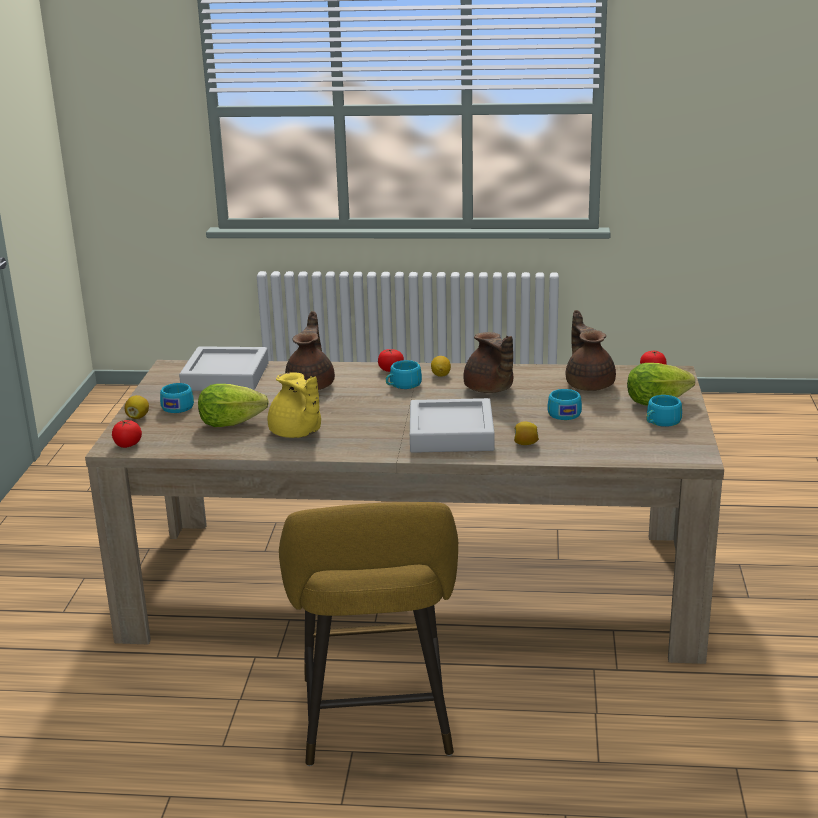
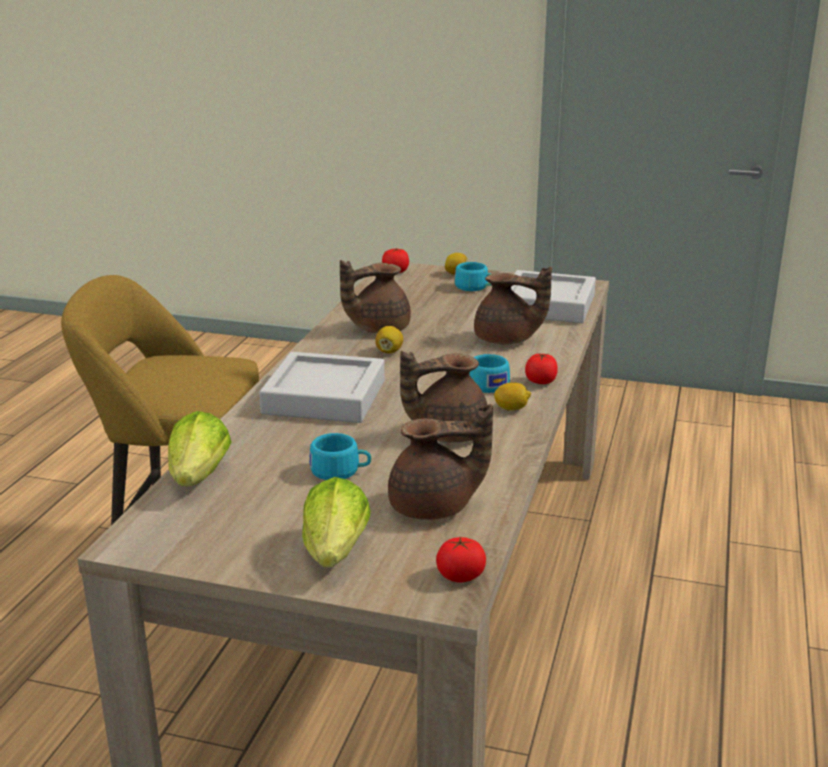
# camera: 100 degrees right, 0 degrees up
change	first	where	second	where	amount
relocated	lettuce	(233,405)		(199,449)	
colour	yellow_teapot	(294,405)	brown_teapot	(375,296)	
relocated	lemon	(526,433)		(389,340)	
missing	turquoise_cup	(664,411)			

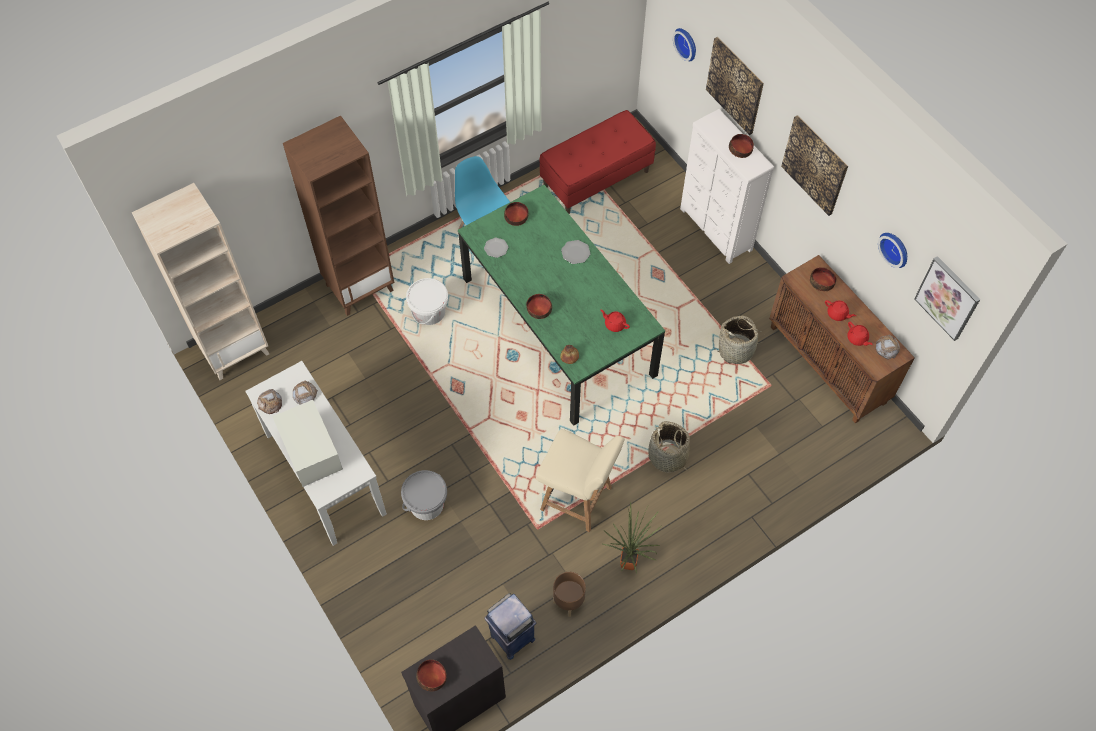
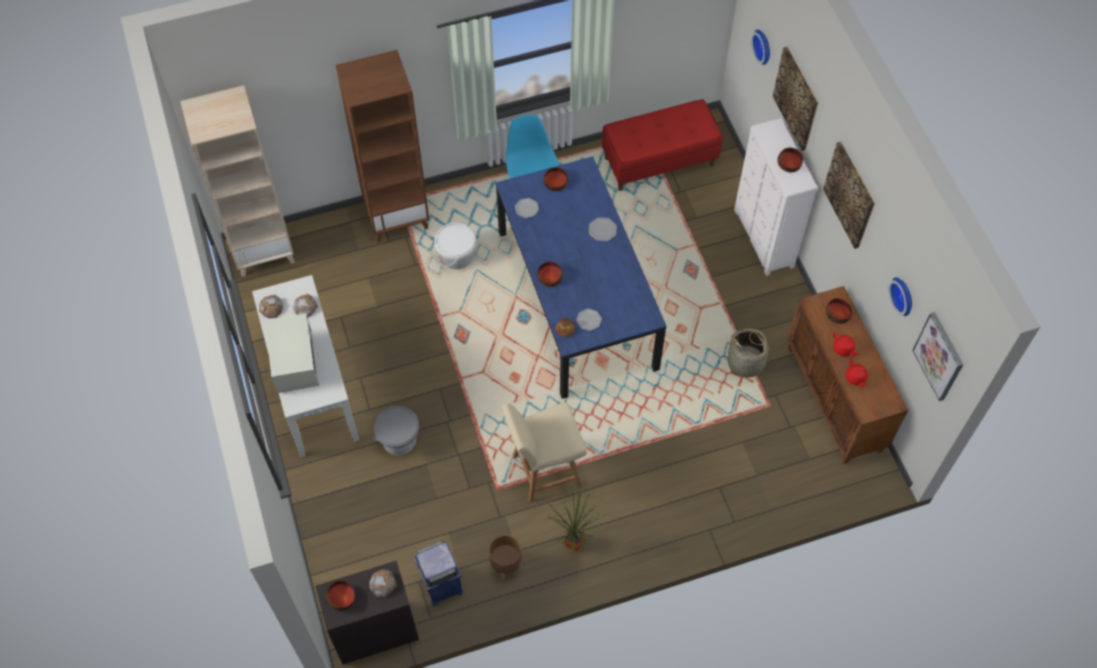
# camera: 15 degrees right, 0 degrees up
change	first	where	second	where	amount
colour	green_dining_table	(561,305)	blue_dining_table	(581,277)	
spun	beige_chair	(580,480)		(544,452)	120 degrees clockwise
missing	red_teapot	(615,321)			
missing	basket	(669,447)			
relocated	bread	(888,347)		(383,583)	
appeared			plate	(589,320)	

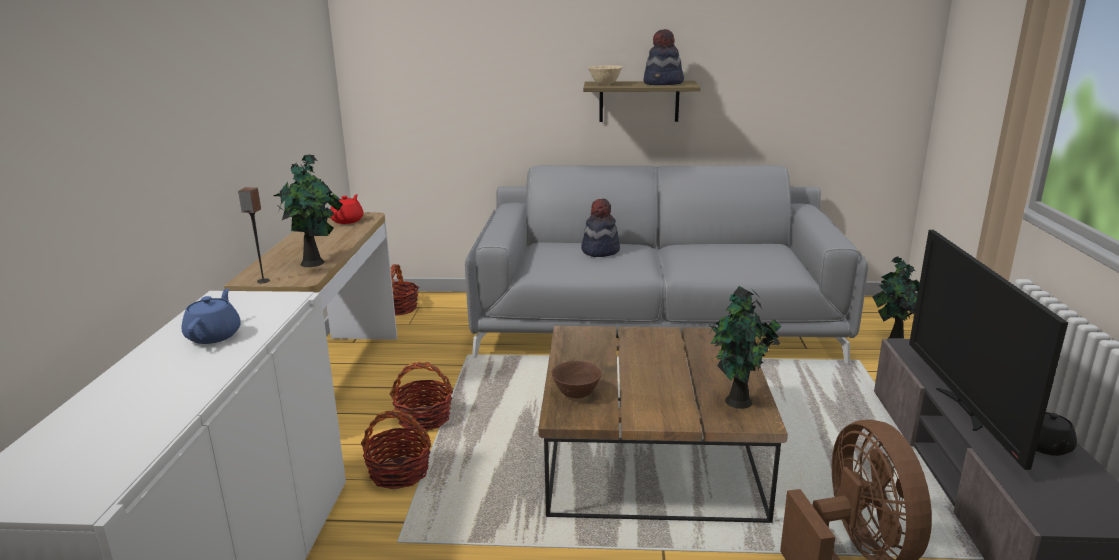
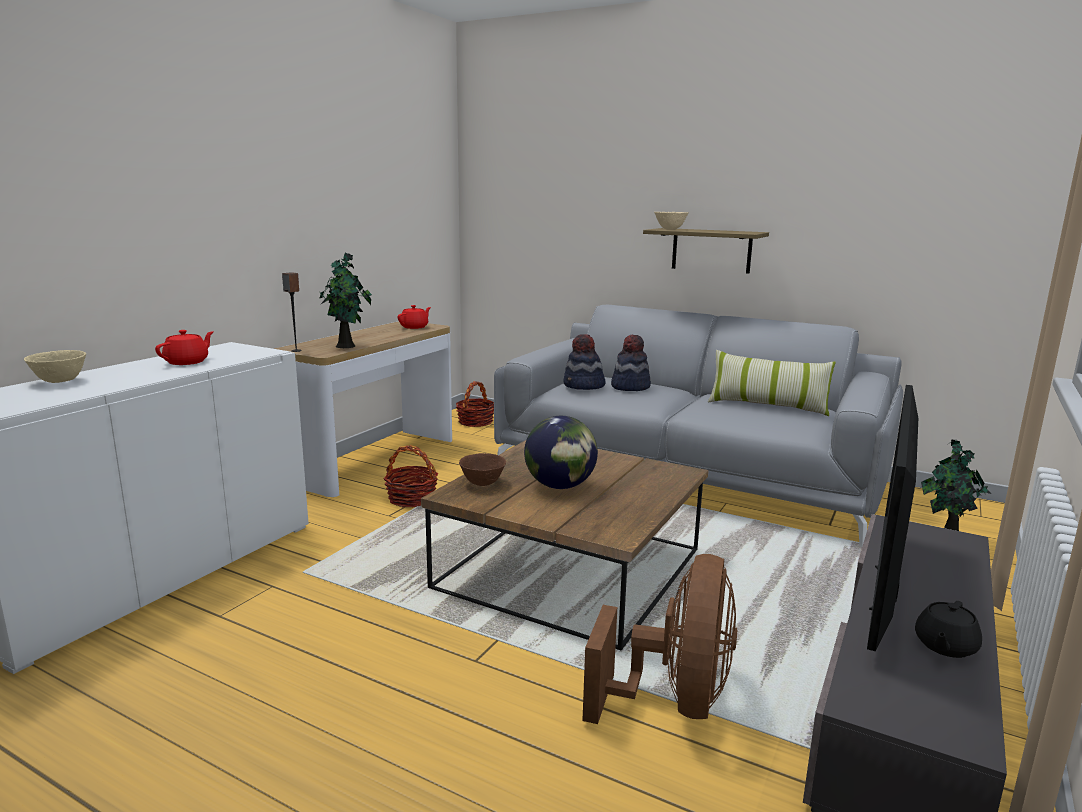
# camera: 25 degrees right, 5 degrees down
change	first	where	second	where	amount
colour	blue_teapot	(211,316)	red_teapot	(184,347)	
missing	basket	(396,449)			
relocated	hat	(663,57)		(584,362)	
missing	potted_plant	(745,347)			
appeared			beige_bowl	(55,366)	
appeared			globe	(561,452)	
appeared			pillow	(772,383)	

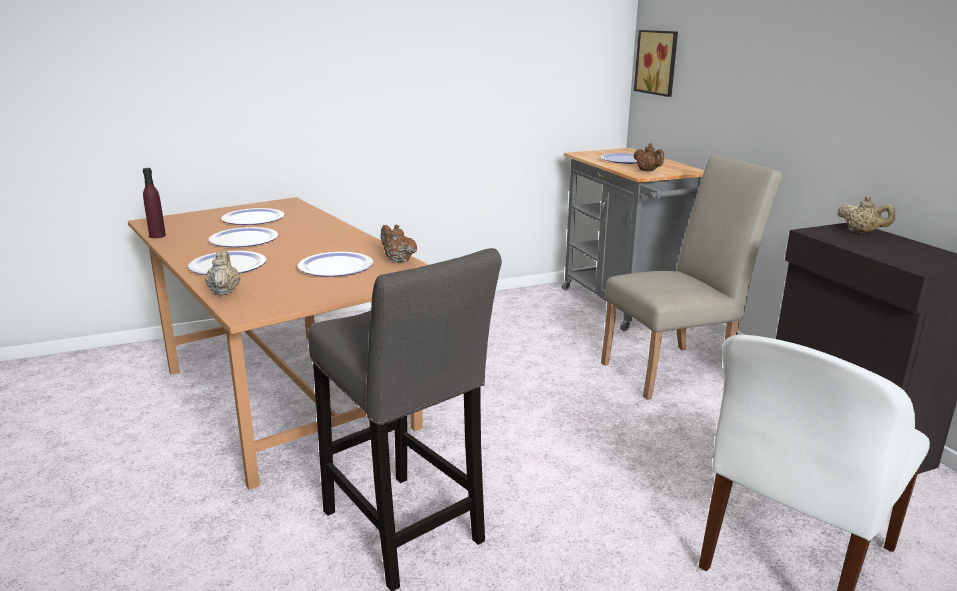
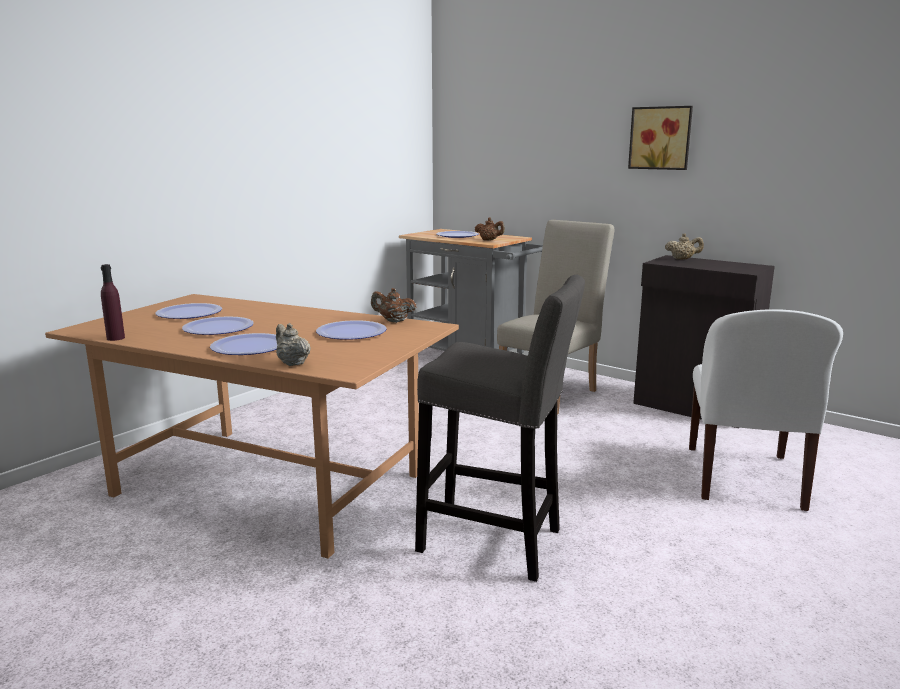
# camera: 30 degrees left, 5 degrees down
change	first	where	second	where	amount
relocated	picture	(656,63)		(660,138)	

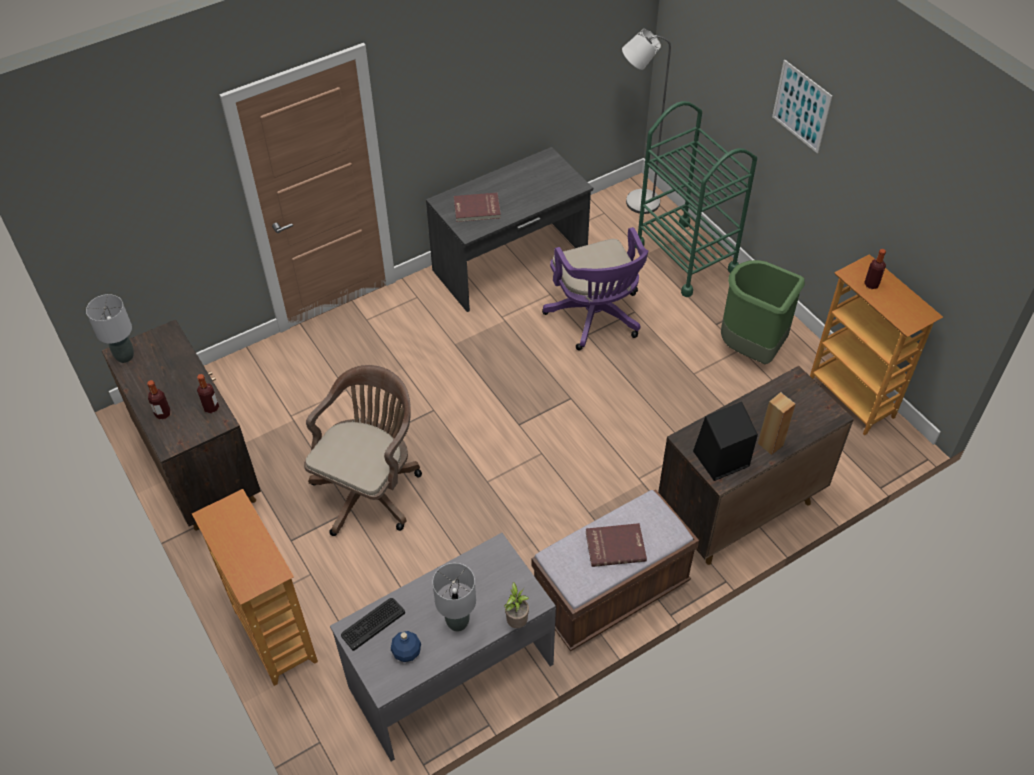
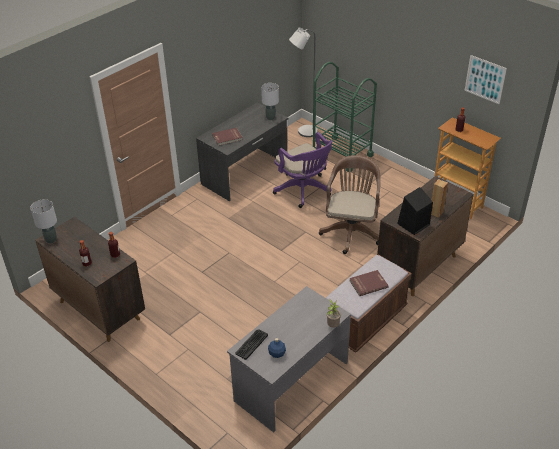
# camera: 15 degrees left, 10 degrees down
change	first	where	second	where	amount
missing	bookcase	(255,587)			
relocated	brown_office_chair	(363,450)		(350,204)	
relocated	grey_table_lamp	(454,597)		(270,101)	
missing	green_trash_can	(763,312)			
relocated	picture	(802,106)		(485,79)	

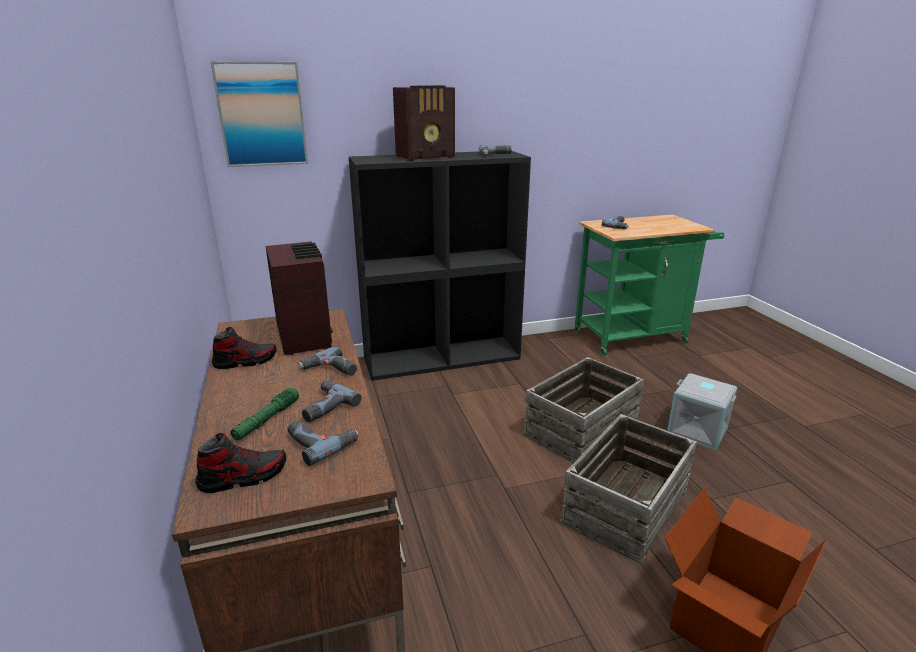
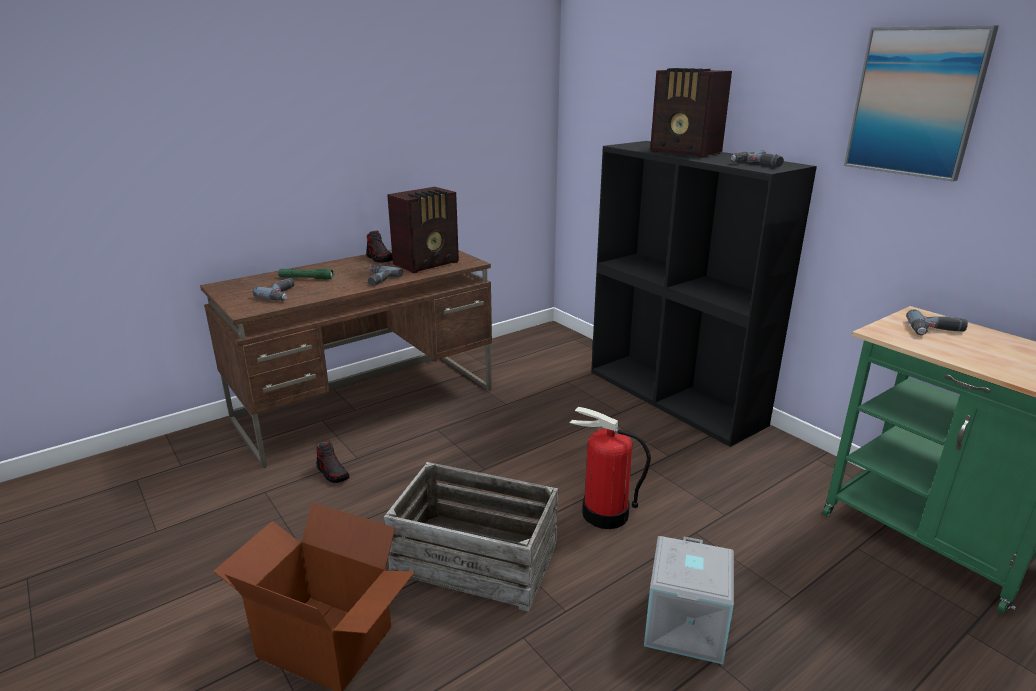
# camera: 70 degrees right, 0 degrees up
change	first	where	second	where	amount
relocated	shoe	(240,463)		(333,462)	
relocated	picture	(259,114)		(921,103)	
missing	power_drill	(332,401)			
exchanged	crate	(583,410)	fire_extinguisher	(610,468)	

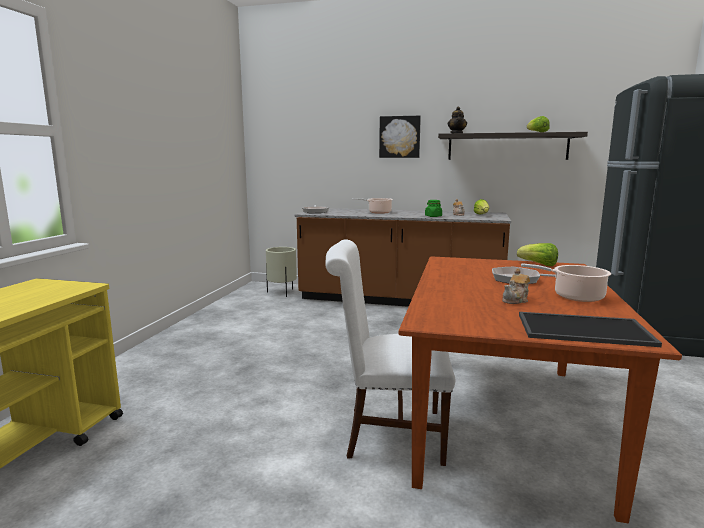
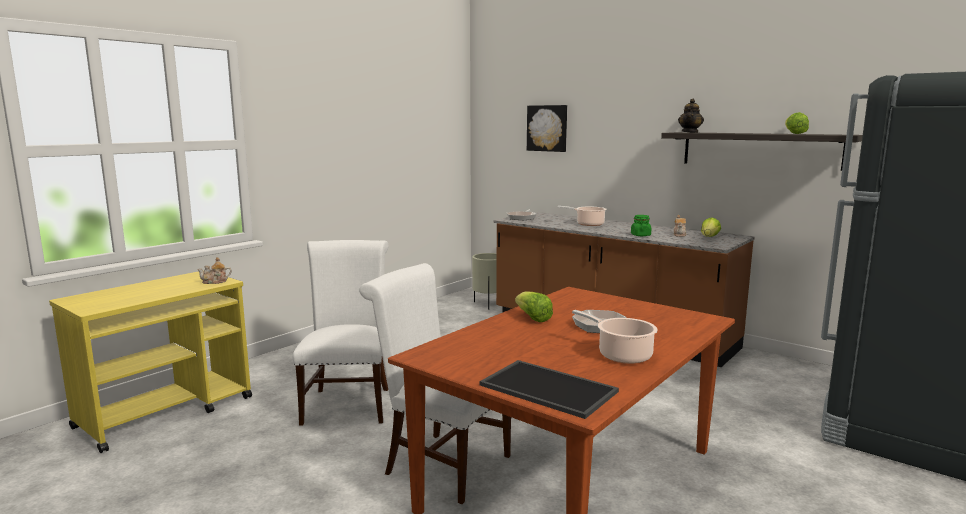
# camera: 25 degrees right, 0 degrees up
change	first	where	second	where	amount
relocated	picture	(400,137)		(547,128)	
relocated	teapot	(516,286)		(214,270)	
relocated	lettuce	(537,254)		(534,306)	
appeared			white_chair	(341,333)	

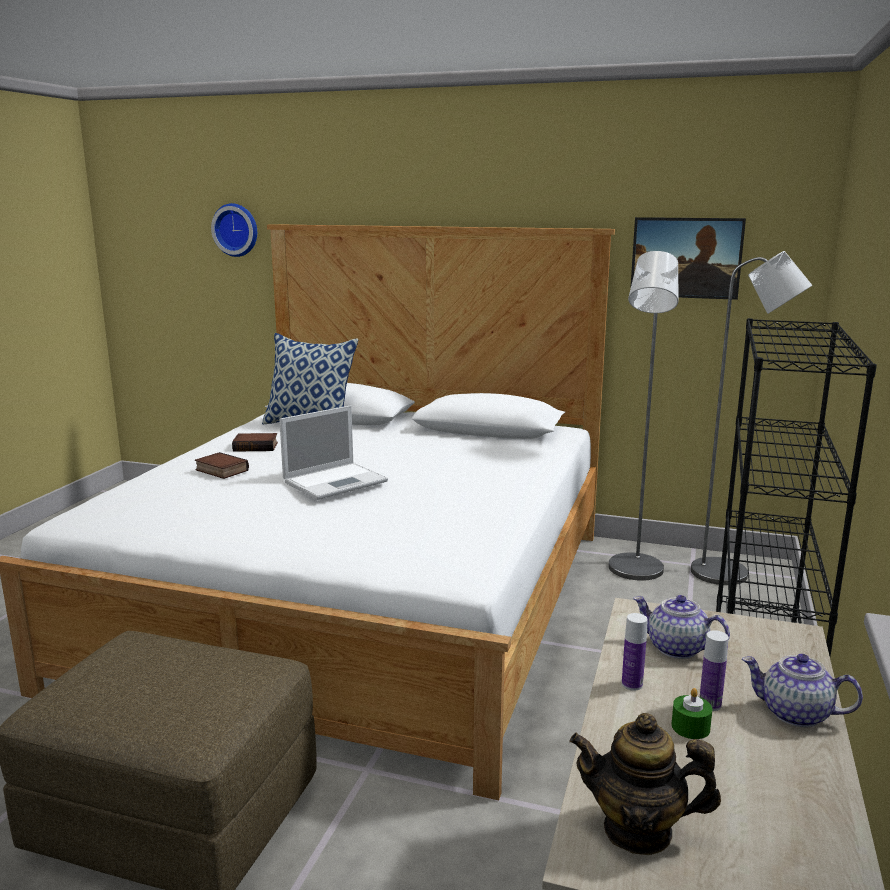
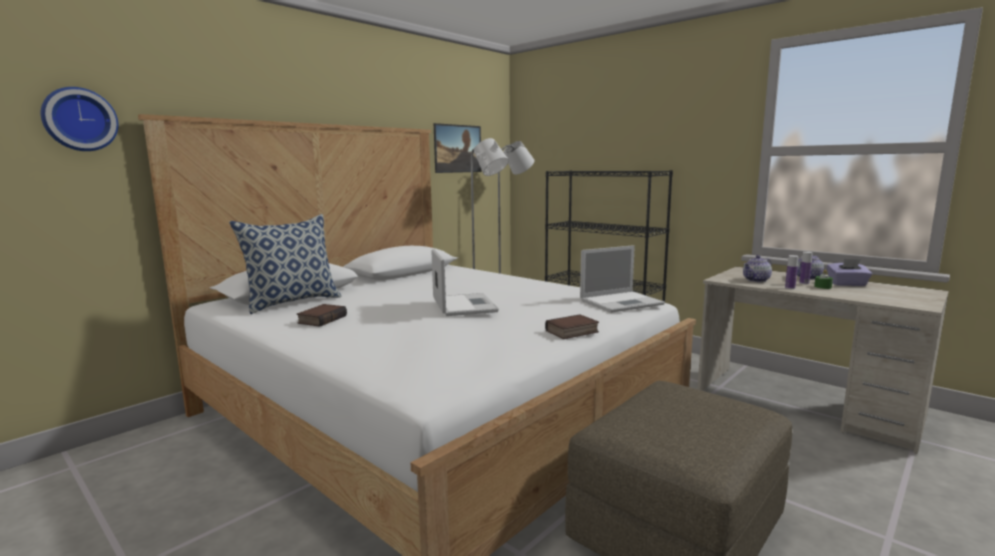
# camera: 65 degrees left, 5 degrees down
change	first	where	second	where	amount
relocated	book	(222,465)		(572,326)	
missing	teapot	(645,784)			
appeared			laptop	(622,279)	
appeared			purple_tissue_box	(849,272)	

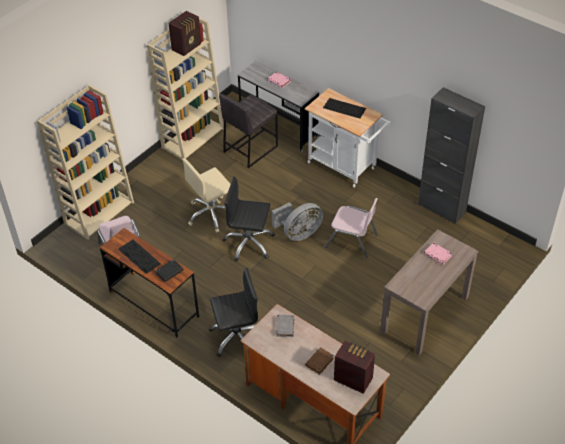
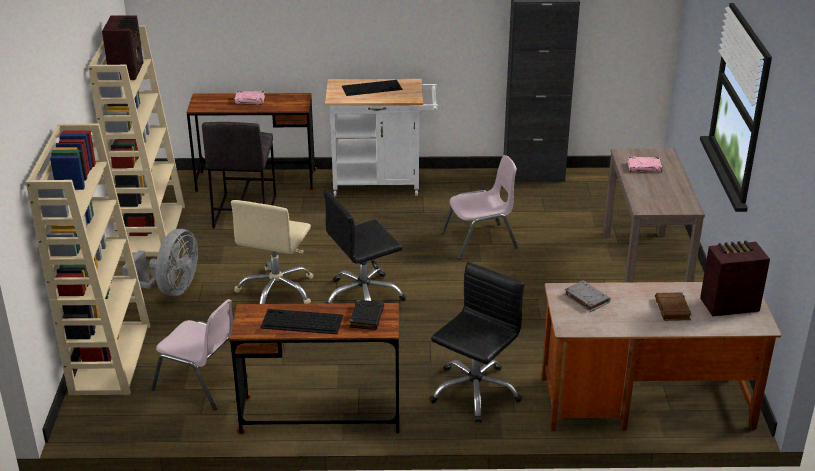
# camera: 40 degrees left, 15 degrees down
change	first	where	second	where	amount
colour	grey_desk	(278,106)	brown_desk	(251,142)	
relocated	grey_fan	(297,221)		(160,262)	

